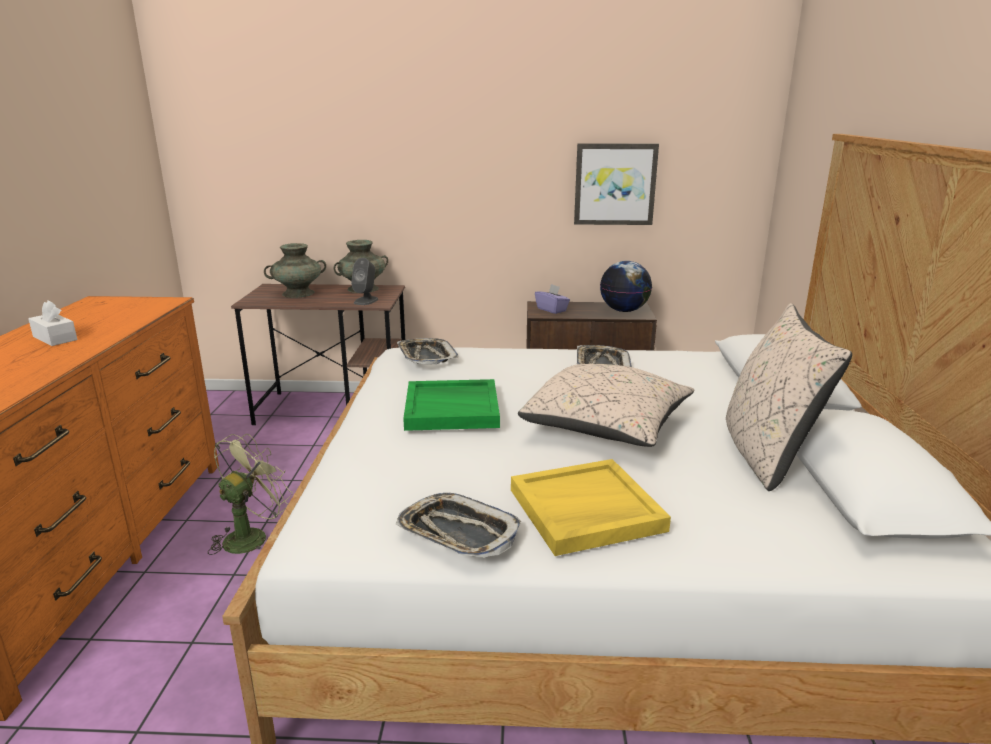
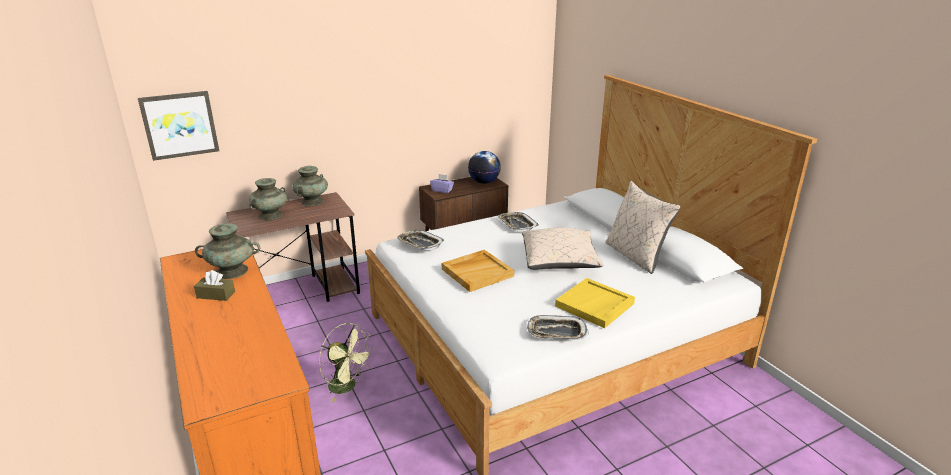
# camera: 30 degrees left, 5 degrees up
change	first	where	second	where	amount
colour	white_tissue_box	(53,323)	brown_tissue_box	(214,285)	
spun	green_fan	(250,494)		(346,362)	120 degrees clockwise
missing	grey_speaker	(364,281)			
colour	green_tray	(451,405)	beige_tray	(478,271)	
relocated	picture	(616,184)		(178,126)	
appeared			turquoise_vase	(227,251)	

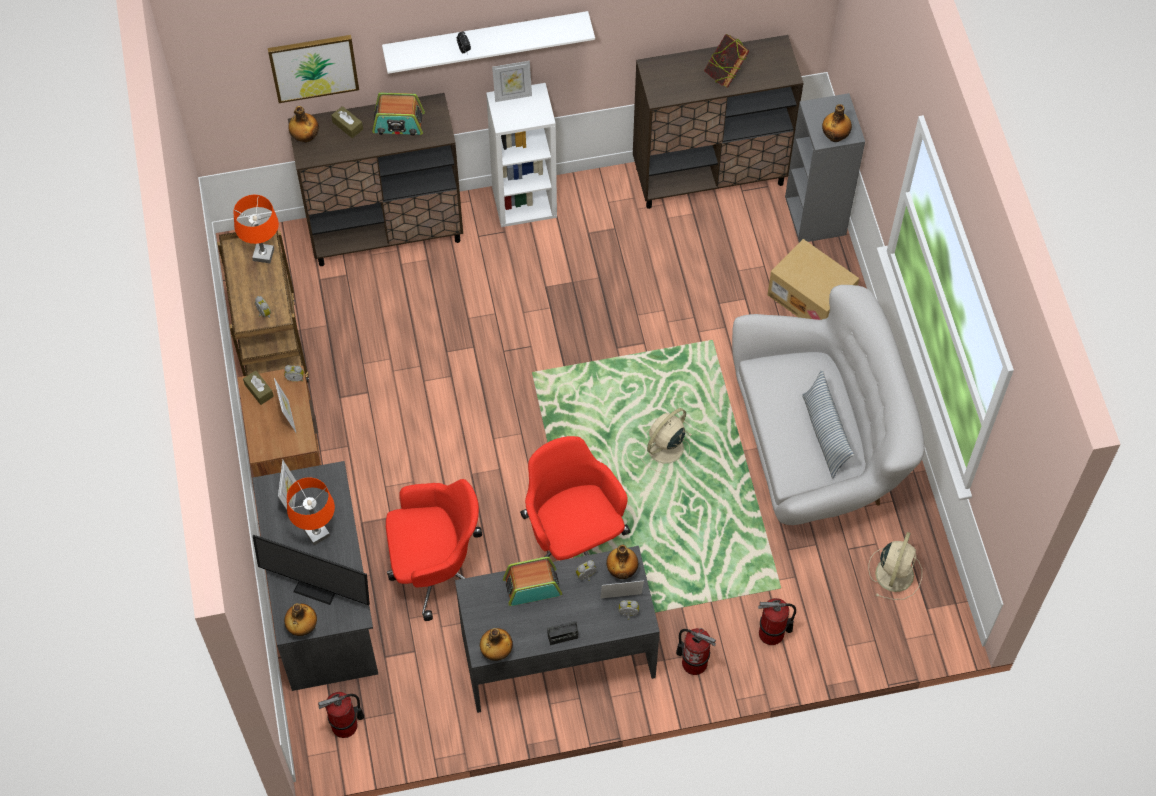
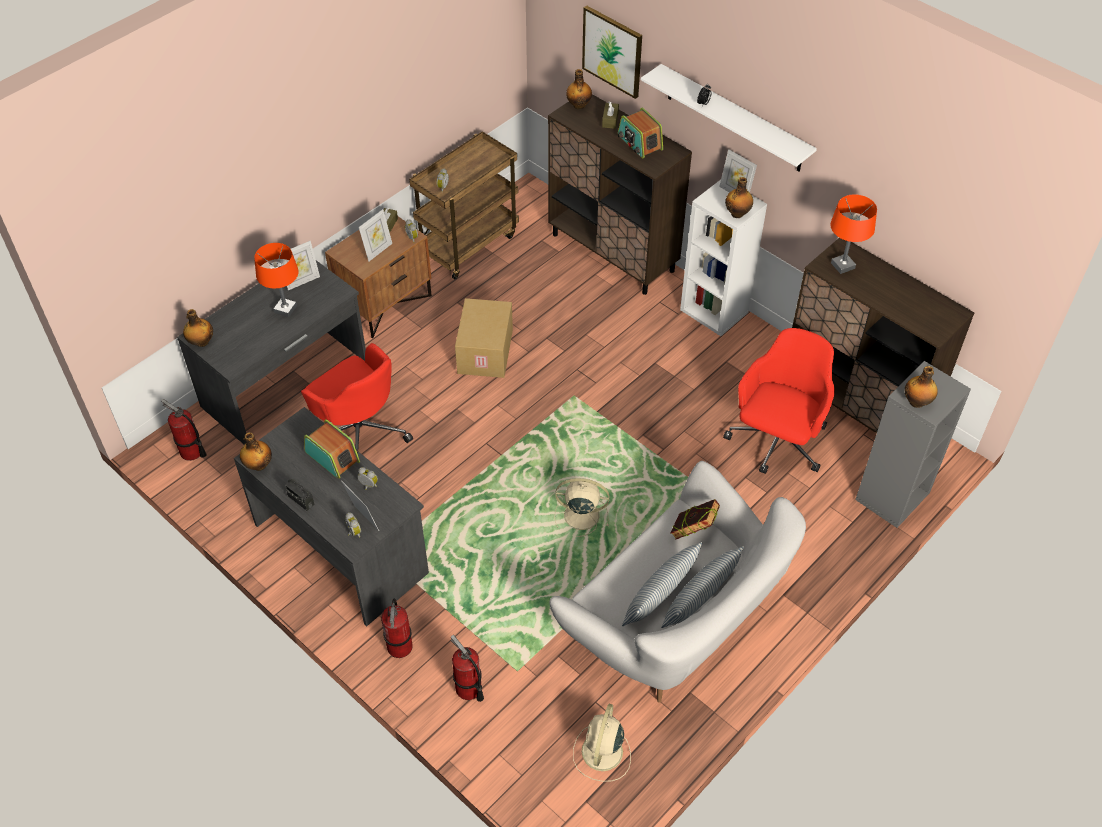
# camera: 55 degrees right, 10 degrees down
change	first	where	second	where	amount
relocated	orange_table_lamp	(256,229)		(853,234)	
missing	monitor	(311,570)			
relocated	red_office_chair	(575,498)		(779,401)	
relocated	bottle	(622,562)		(739,197)	
relocated	book	(726,61)		(695,519)	
relocated	cardboard_box	(813,279)		(484,338)	
spun	beige_fan	(895,566)		(602,743)	120 degrees clockwise
appeared			pillow	(702,587)	

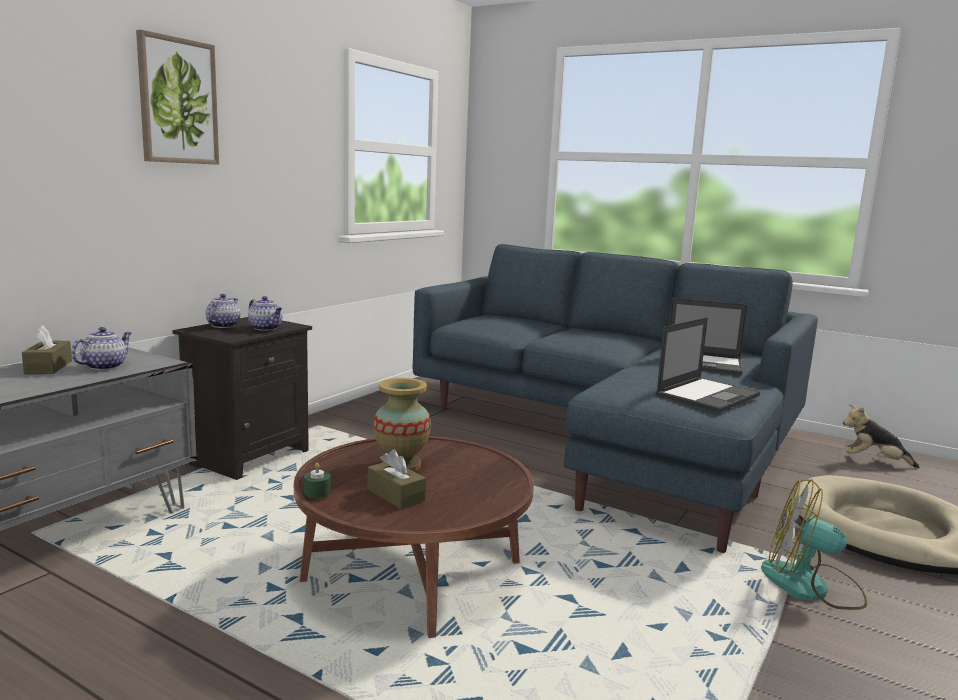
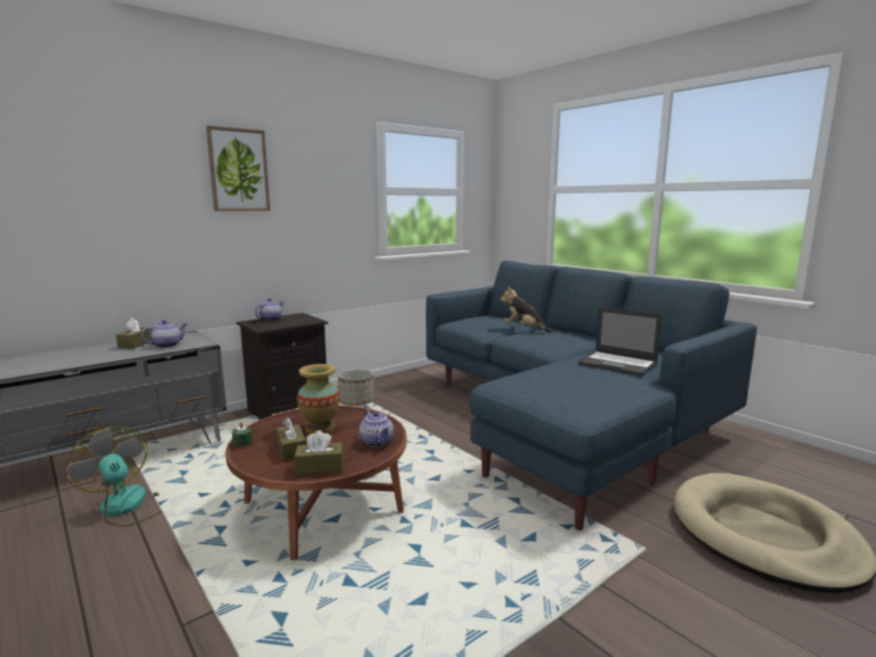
# camera: 20 degrees right, 0 degrees up
change	first	where	second	where	amount
relocated	teapot	(265,313)		(376,428)	
missing	laptop	(708,364)			
relocated	fan	(814,544)		(113,477)	
relocated	plush_toy	(881,436)		(526,309)	
appeared			brown_tissue_box	(318,453)	
appeared			planter	(356,387)	

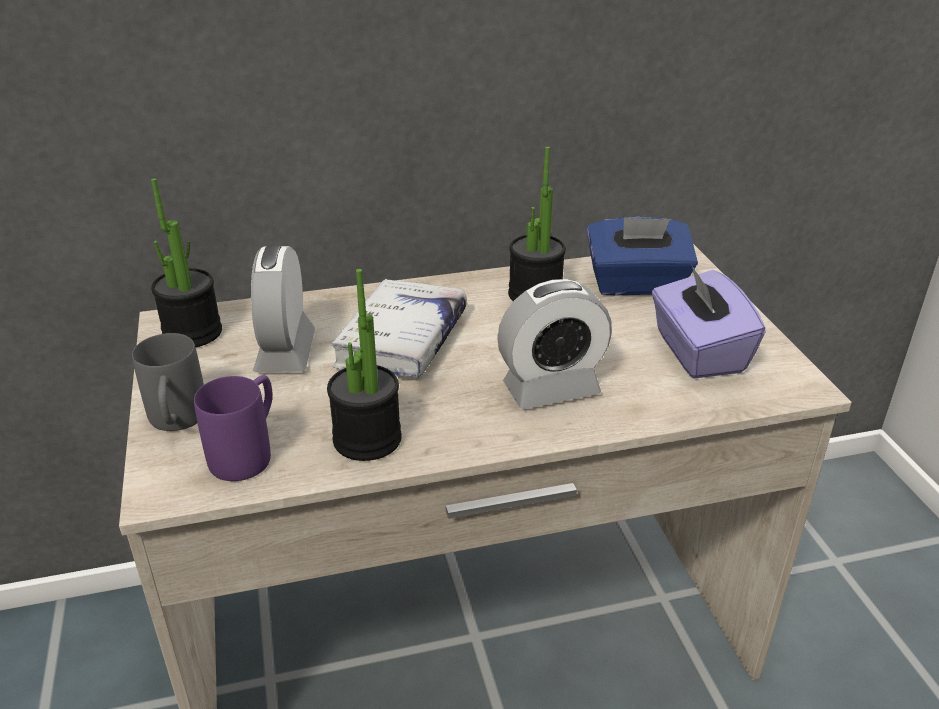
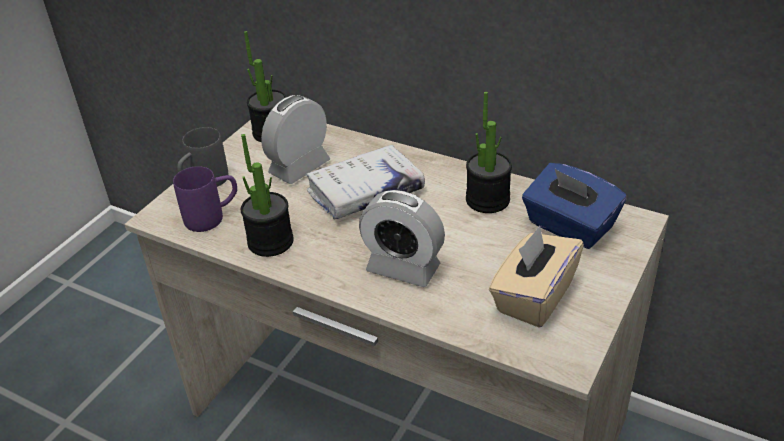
# camera: 45 degrees right, 5 degrees up
change	first	where	second	where	amount
colour	purple_tissue_box	(709,321)	beige_tissue_box	(536,277)	

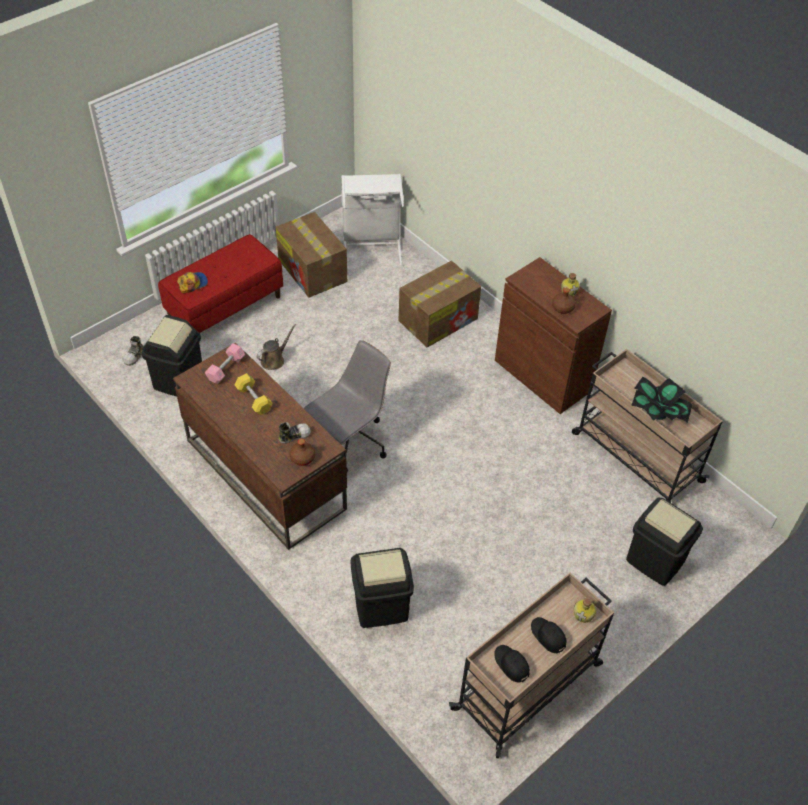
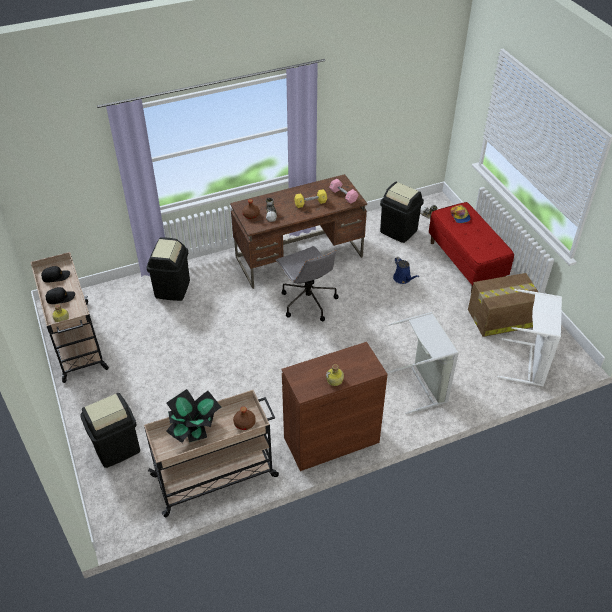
# camera: 110 degrees right, 5 degrees down
change	first	where	second	where	amount
colour	brown_watering_can	(276,347)	blue_watering_can	(406,270)	
exchanged	cardboard_box	(439,304)	grey_laundry_basket	(423,363)	
relocated	brown_bottle	(564,301)		(244,418)	

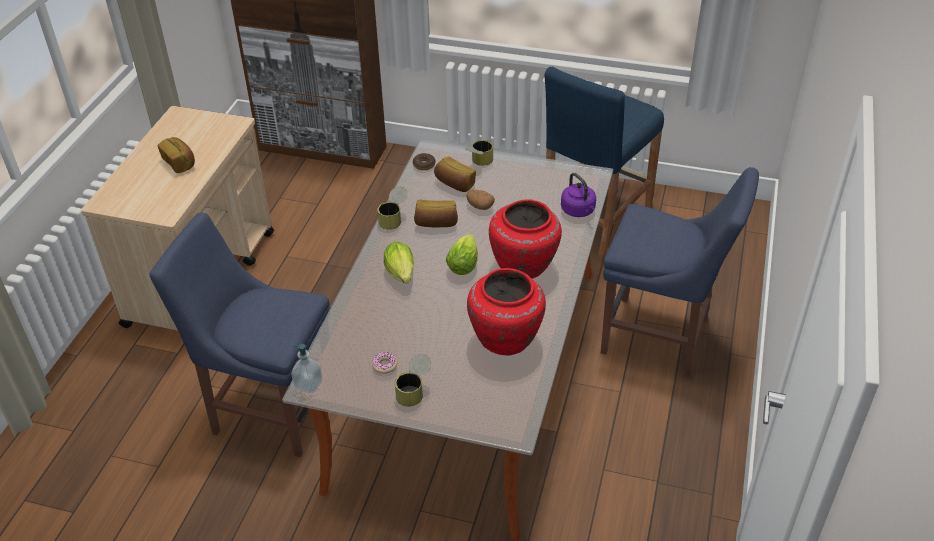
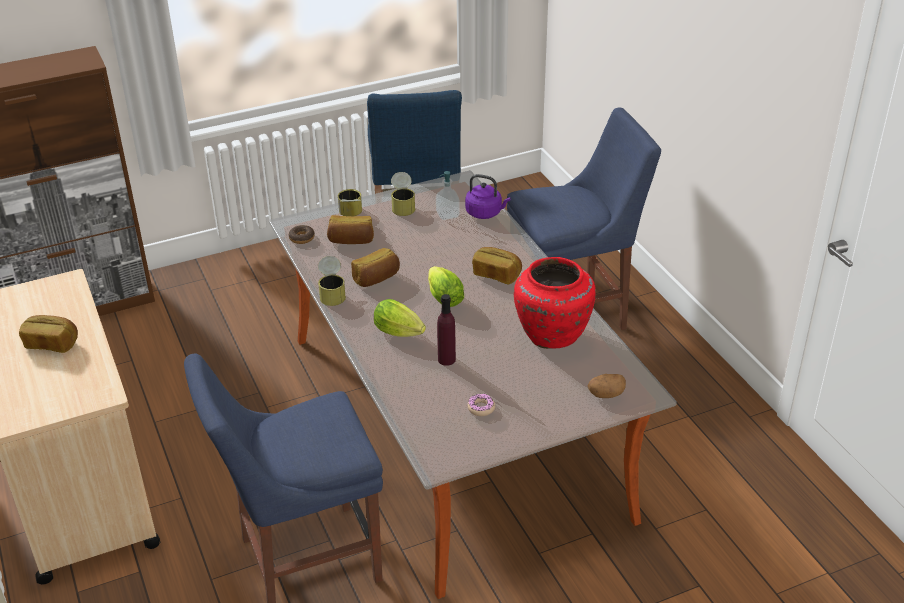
# camera: 40 degrees left, 5 degrees down
change	first	where	second	where	amount
relocated	soap_dispenser	(307,368)		(448,195)	
relocated	can	(412,380)		(403,194)	
relocated	potato	(480,200)		(607,386)	
exchanged	red_vase	(525,239)	bread	(497,265)	
appeared			purple_bottle	(446,330)	

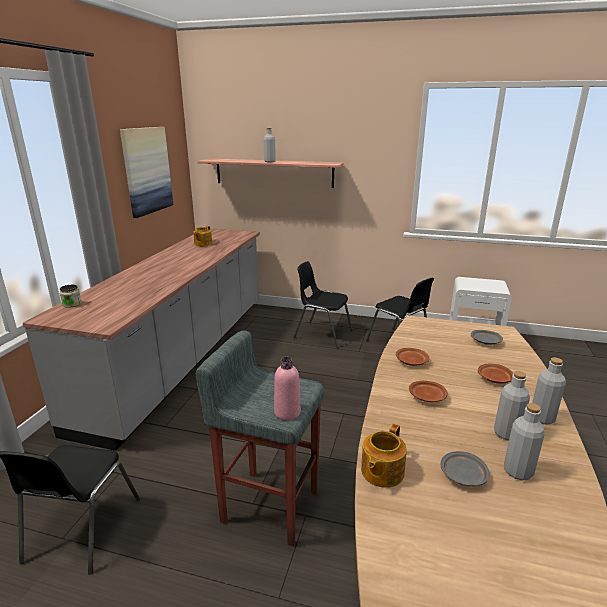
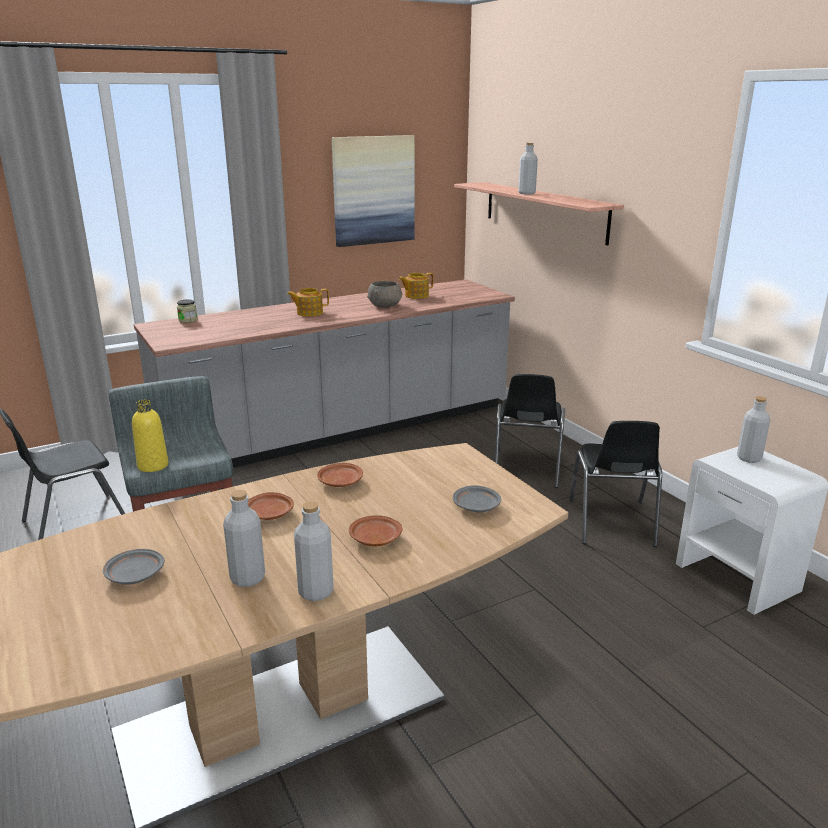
# camera: 45 degrees right, 0 degrees up
change	first	where	second	where	amount
colour	pink_bottle	(287,388)	yellow_bottle	(150,436)	
spun	black_chair	(323,304)		(530,431)	150 degrees counterclockwise
relocated	teapot	(384,455)		(308,302)	
relocated	grey_bottle	(524,441)		(753,429)	
appeared			grey_bowl	(385,294)	

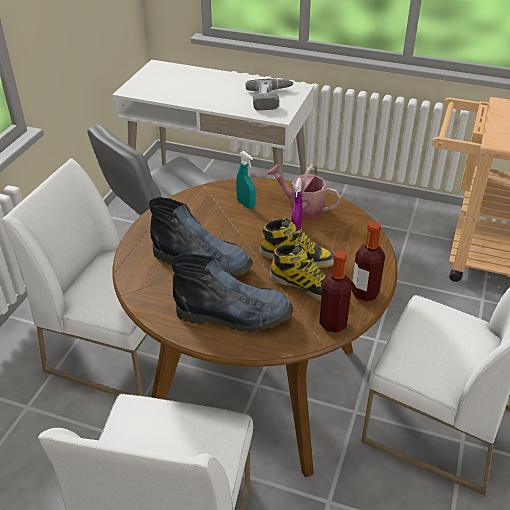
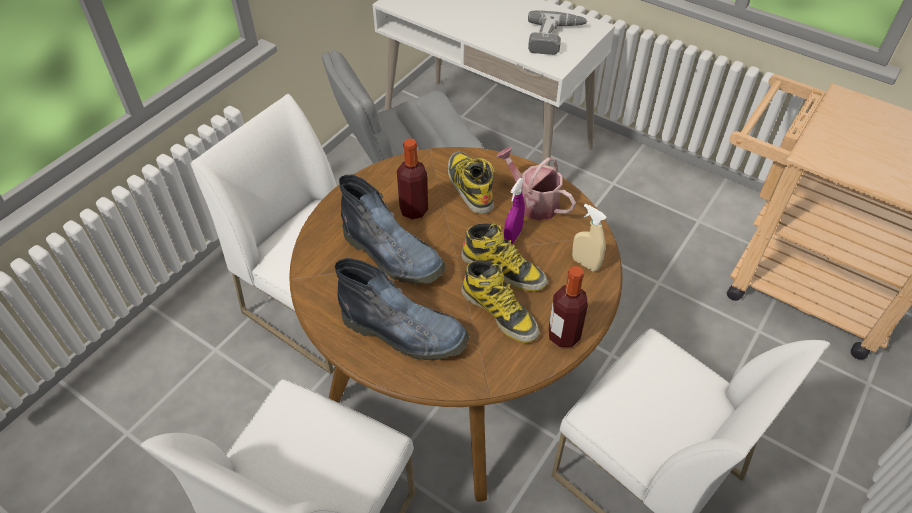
# camera: 15 degrees right, 10 degrees up
change	first	where	second	where	amount
exchanged	turquoise_spray_bottle	(246,180)	boot	(471,183)	
relocated	bottle	(335,292)		(412,179)	
appeared			beige_spray_bottle	(589,238)	

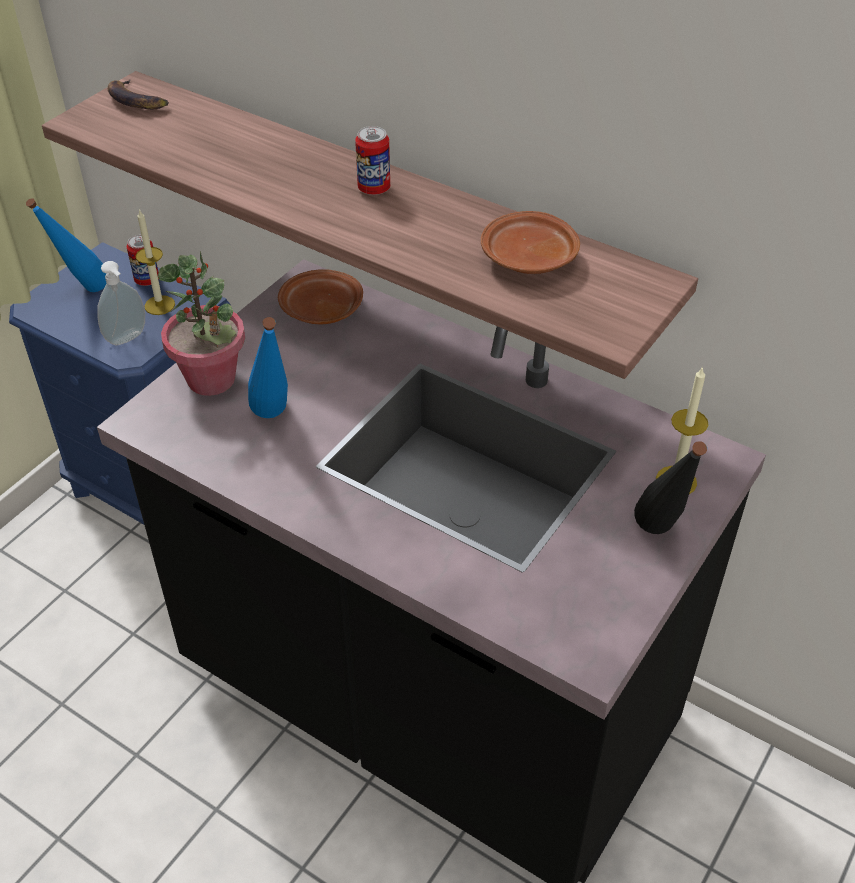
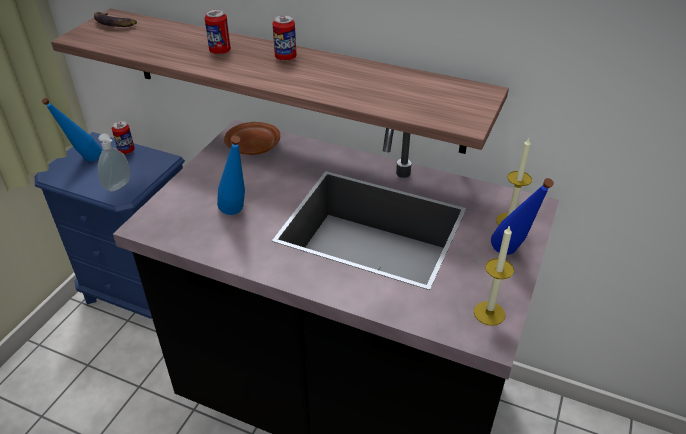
# camera: 10 degrees left, 5 degrees down
change	first	where	second	where	amount
relocated	candle	(155,262)		(494,275)	
missing	potted_plant	(201,323)			
missing	brown_plate	(530,242)			
colour	black_bottle	(670,487)	blue_bottle	(522,216)	
appeared			can	(217,32)	

